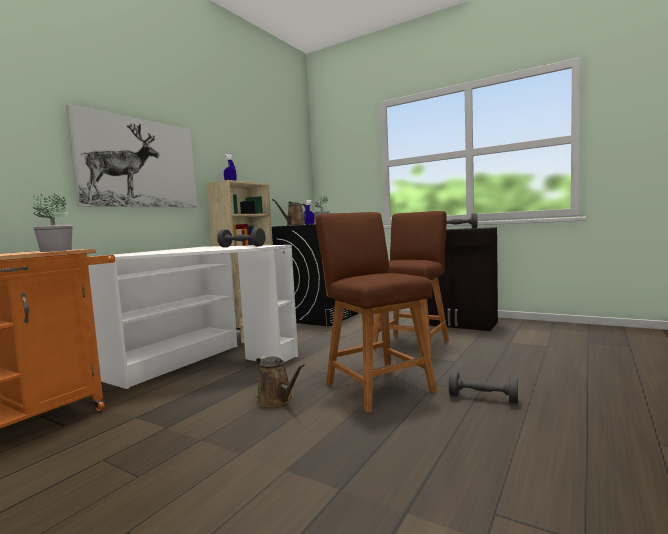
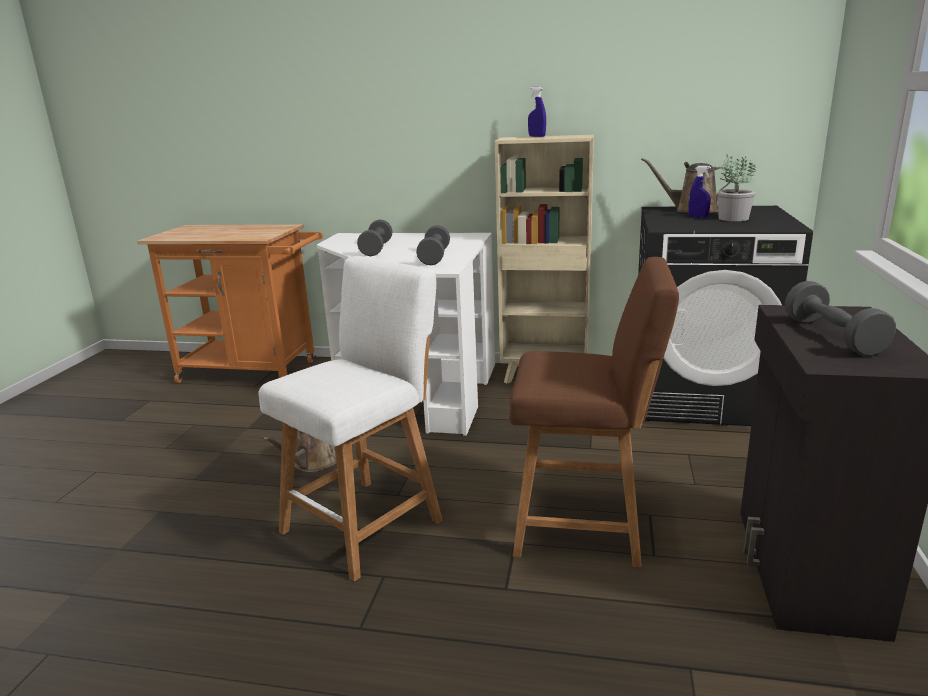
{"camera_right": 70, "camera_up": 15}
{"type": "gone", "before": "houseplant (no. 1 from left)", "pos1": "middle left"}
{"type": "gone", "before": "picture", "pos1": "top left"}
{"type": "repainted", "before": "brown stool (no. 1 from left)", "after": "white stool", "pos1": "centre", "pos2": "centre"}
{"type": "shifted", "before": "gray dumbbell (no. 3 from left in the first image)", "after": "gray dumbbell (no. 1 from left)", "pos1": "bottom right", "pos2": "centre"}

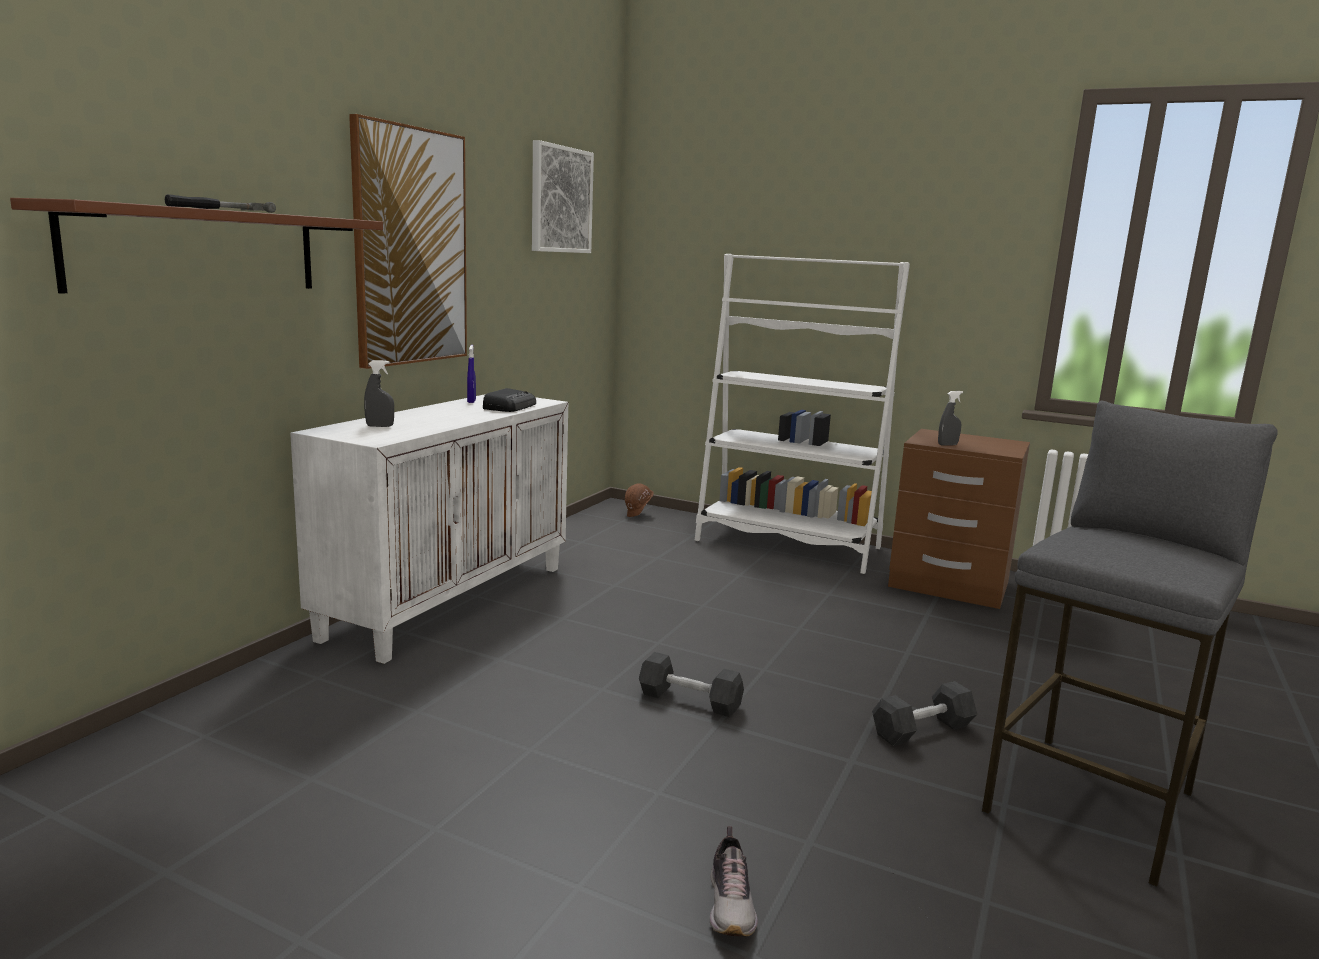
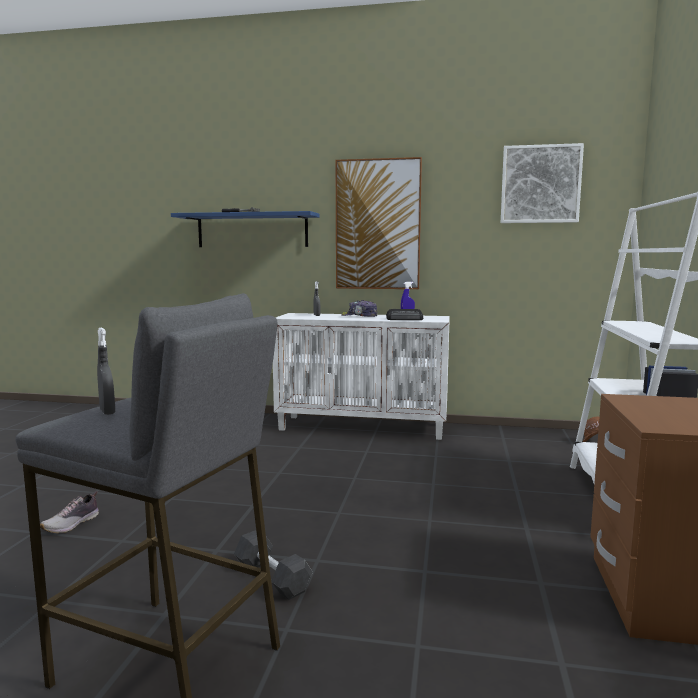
{"camera_right": 75, "camera_up": -5}
{"type": "repainted", "before": "brown shelf", "after": "bluish shelf", "pos1": "top left", "pos2": "top centre"}
{"type": "gone", "before": "blackish dumbbell (no. 1 from left)", "pos1": "bottom centre"}
{"type": "rotated", "before": "item of footwear", "pos1": "bottom centre", "pos2": "bottom left", "turn": -45}
{"type": "shifted", "before": "gray sprayer (no. 2 from left in the first image)", "after": "gray sprayer (no. 1 from left)", "pos1": "middle right", "pos2": "middle left"}
{"type": "new", "after": "cap", "pos2": "centre"}

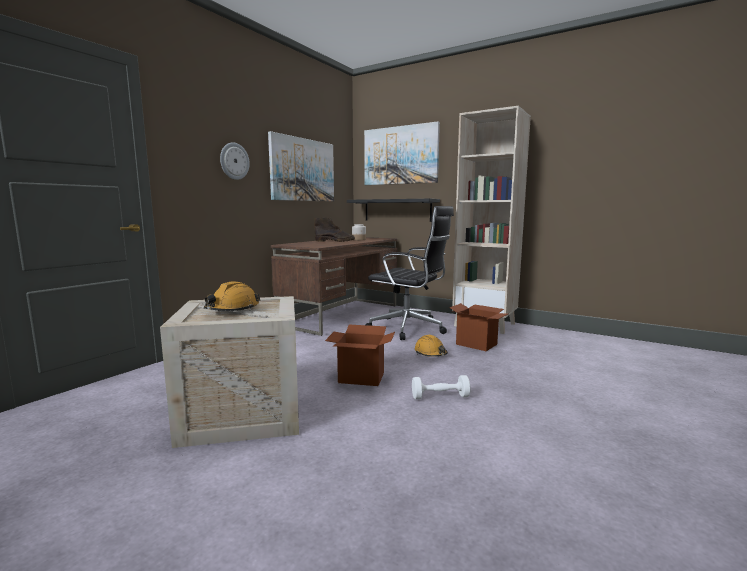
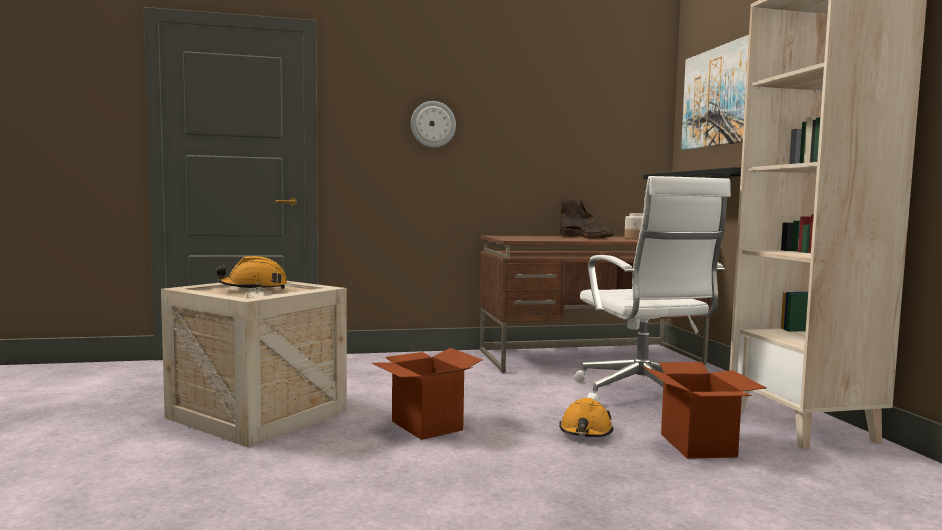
{"camera_right": 45, "camera_up": -5}
{"type": "gone", "before": "picture (no. 1 from left)", "pos1": "top centre"}
{"type": "repainted", "before": "blackish office chair", "after": "white office chair", "pos1": "centre", "pos2": "middle right"}
{"type": "gone", "before": "white dumbbell", "pos1": "bottom centre"}

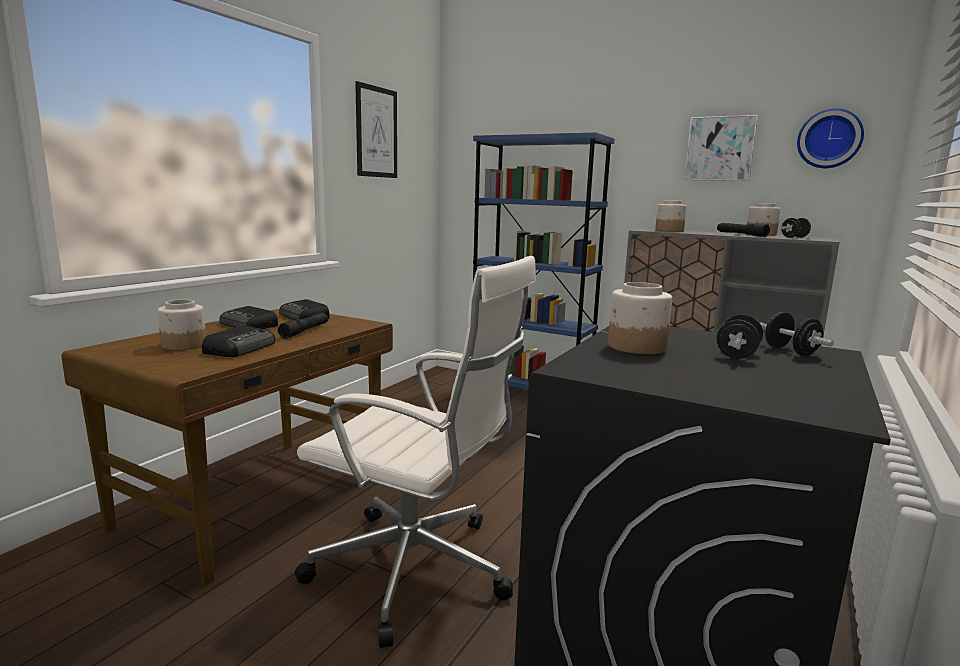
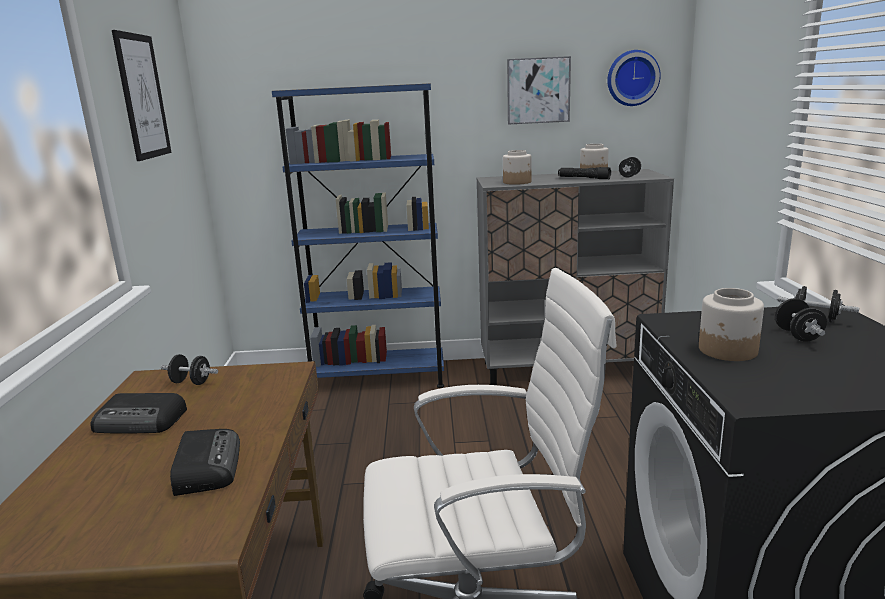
{"camera_right": -30, "camera_up": 5}
{"type": "gone", "before": "jar (no. 1 from left)", "pos1": "middle left"}
{"type": "gone", "before": "blackish hand torch (no. 1 from left)", "pos1": "middle left"}
{"type": "swapped", "before": "radio receiver (no. 3 from left)", "after": "blackish dumbbell (no. 1 from left)", "pos1": "middle left", "pos2": "middle left"}

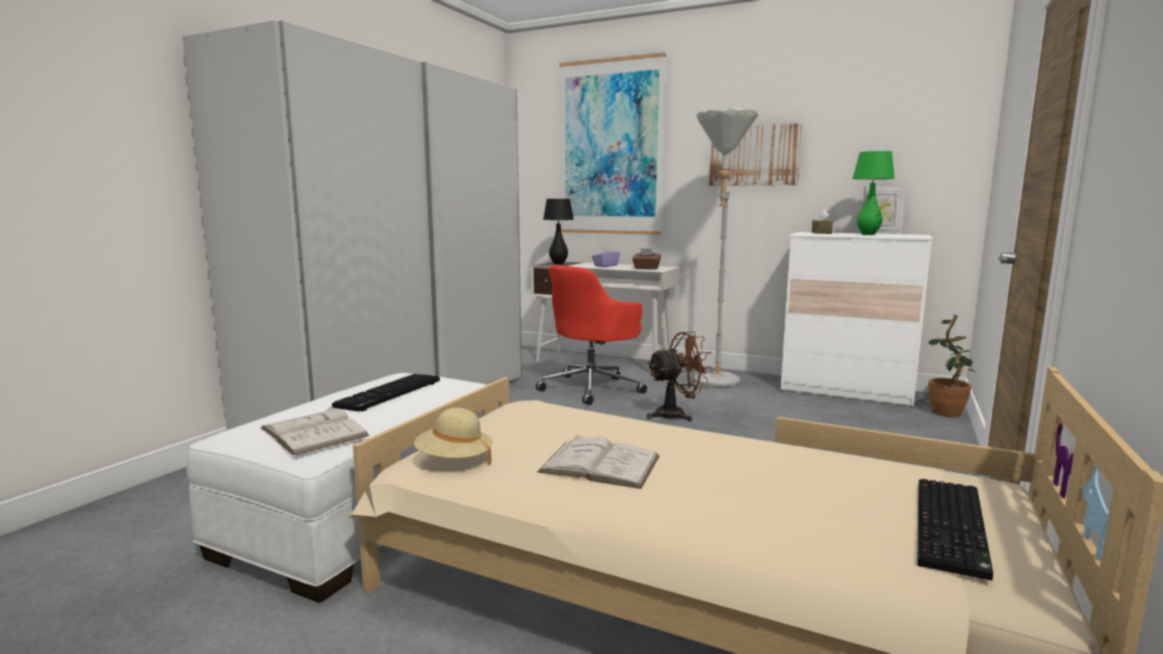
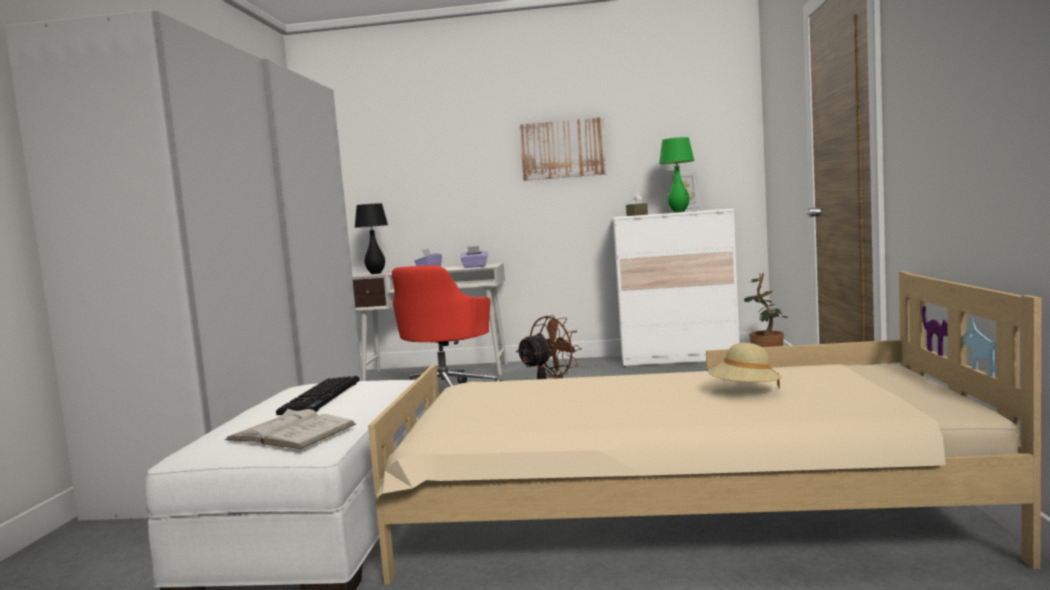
{"camera_right": -20, "camera_up": -5}
{"type": "shifted", "before": "beige hat", "pos1": "bottom centre", "pos2": "middle right"}
{"type": "gone", "before": "white volume (no. 2 from left)", "pos1": "bottom centre"}
{"type": "gone", "before": "picture (no. 1 from left)", "pos1": "top centre"}
{"type": "repainted", "before": "brown tissue box (no. 1 from left)", "after": "purplish tissue box (no. 2 from left)", "pos1": "centre", "pos2": "centre"}
{"type": "gone", "before": "gray floor lamp", "pos1": "centre"}
{"type": "gone", "before": "PC keyboard (no. 2 from left)", "pos1": "bottom right"}

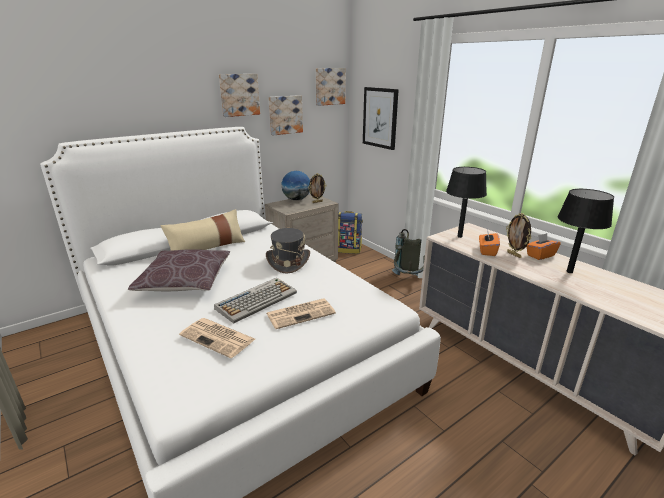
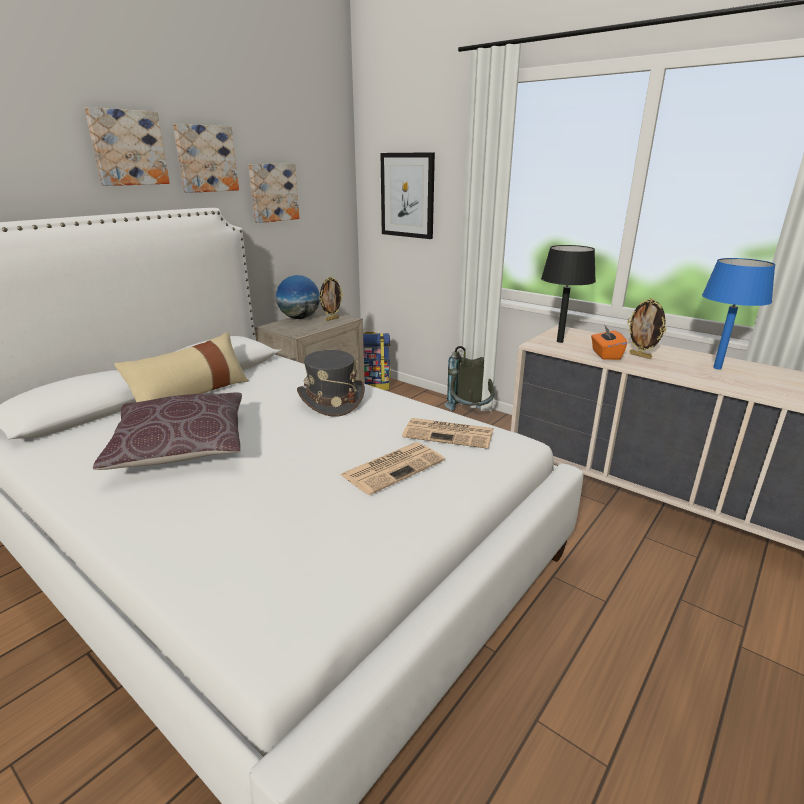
{"camera_right": -15, "camera_up": 0}
{"type": "shifted", "before": "printed paper (no. 1 from left in the first image)", "after": "printed paper (no. 2 from left)", "pos1": "bottom left", "pos2": "centre"}
{"type": "gone", "before": "PC keyboard", "pos1": "centre"}
{"type": "shifted", "before": "picture (no. 3 from left in the first image)", "after": "picture (no. 1 from left)", "pos1": "top centre", "pos2": "top left"}
{"type": "gone", "before": "orange-coloured tissue box (no. 2 from left)", "pos1": "middle right"}
{"type": "repainted", "before": "blackish table lamp (no. 2 from left)", "after": "bluish table lamp", "pos1": "middle right", "pos2": "middle right"}

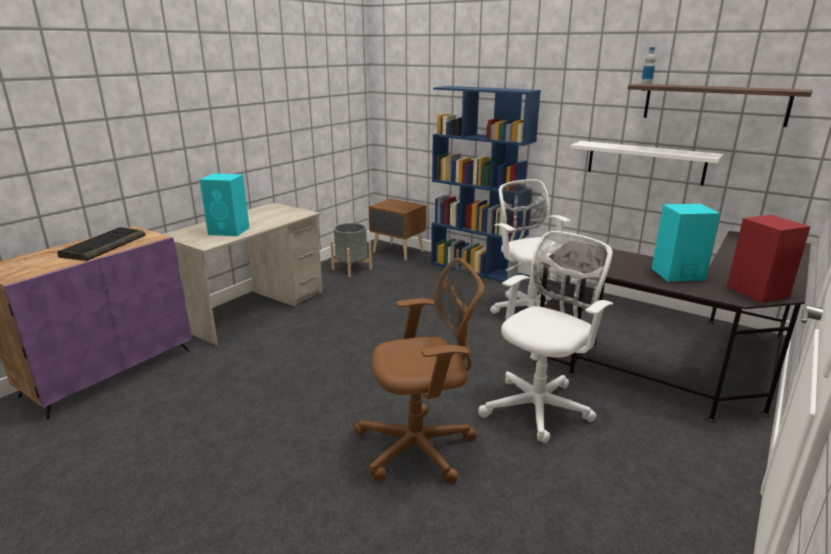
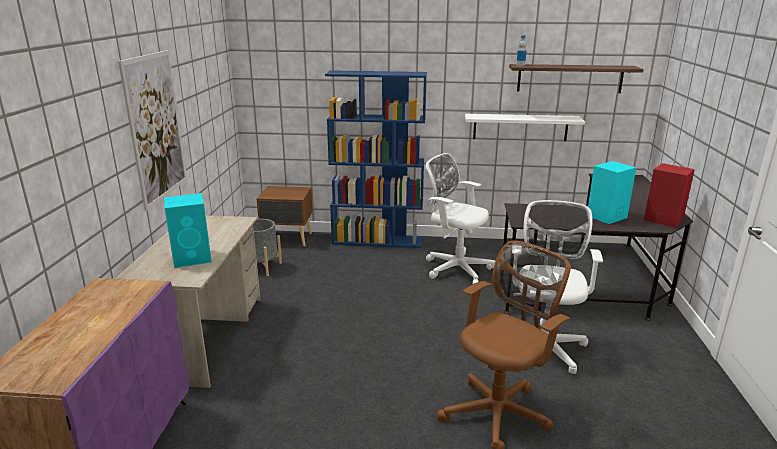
{"camera_right": -30, "camera_up": 0}
{"type": "gone", "before": "PC keyboard", "pos1": "middle left"}
{"type": "new", "after": "picture", "pos2": "top left"}

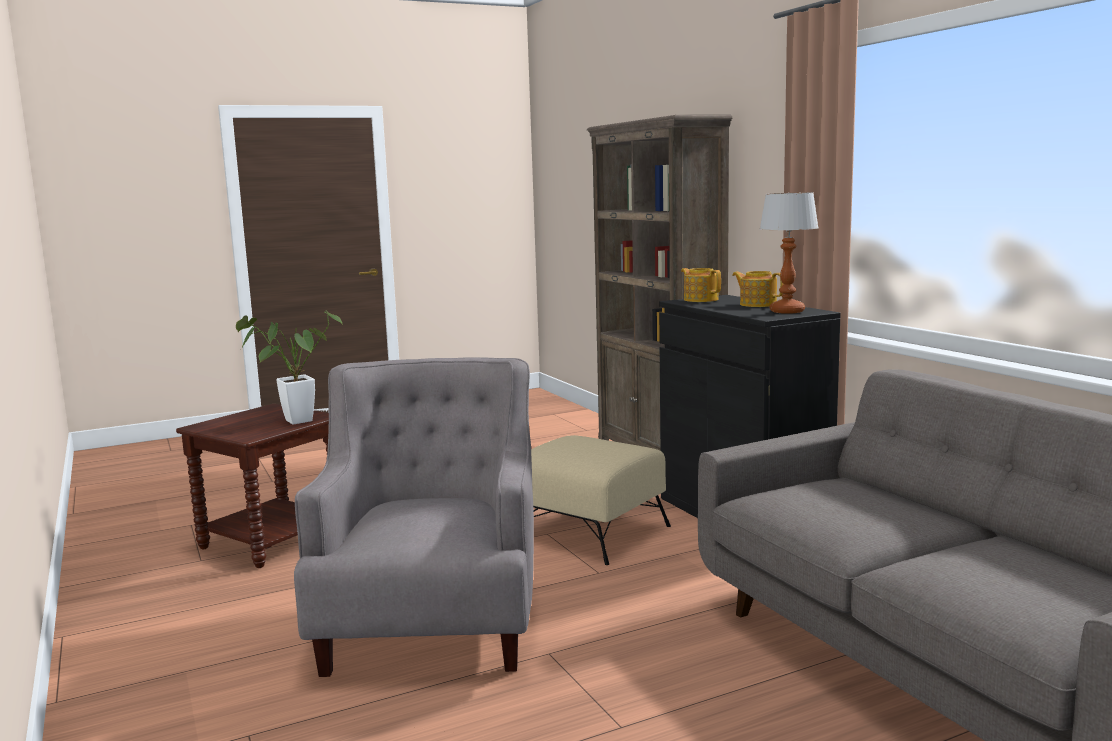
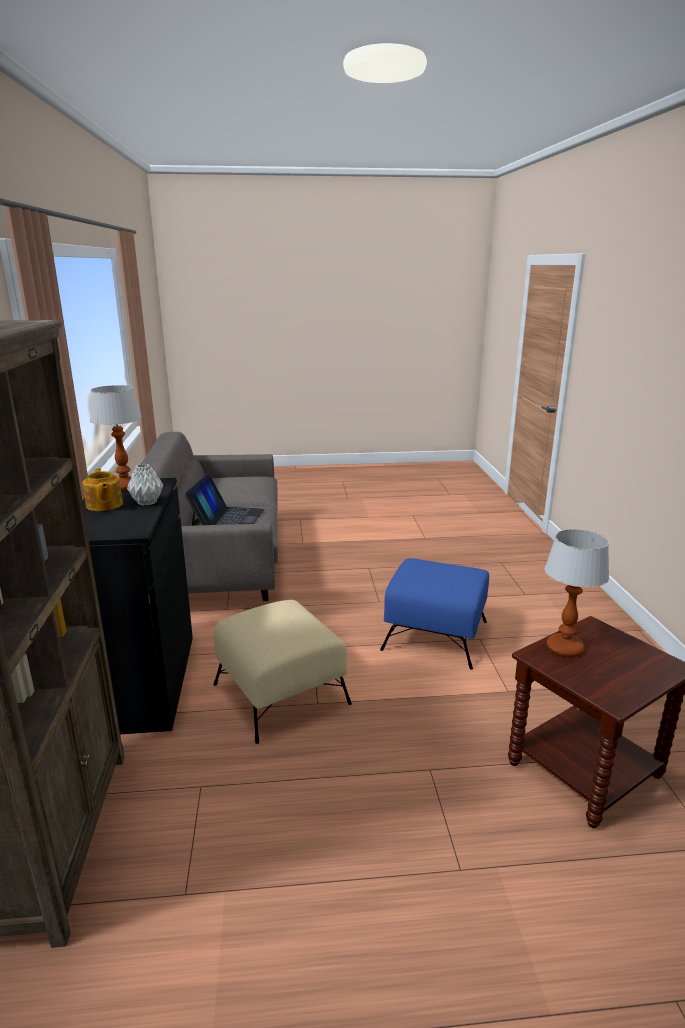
{"camera_right": -160, "camera_up": 10}
{"type": "swapped", "before": "houseplant", "after": "table lamp (no. 2 from left)", "pos1": "middle left", "pos2": "middle right"}
{"type": "swapped", "before": "gray lounge chair", "after": "bluish pouffe", "pos1": "bottom centre", "pos2": "centre"}
{"type": "gone", "before": "pot for tea (no. 1 from left)", "pos1": "centre"}
{"type": "new", "after": "gray decorative vase", "pos2": "middle left"}
{"type": "new", "after": "notebook computer", "pos2": "middle left"}

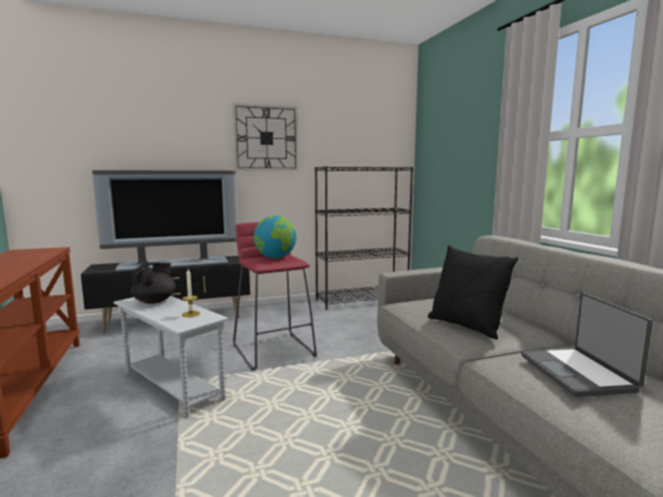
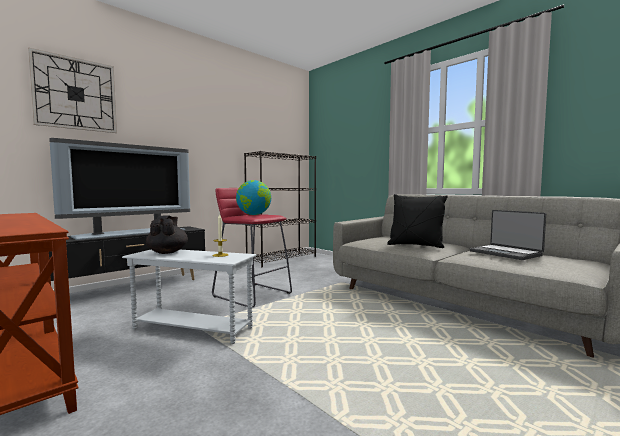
{"camera_right": -25, "camera_up": -5}
{"type": "shifted", "before": "hanging clock", "pos1": "top centre", "pos2": "top left"}

